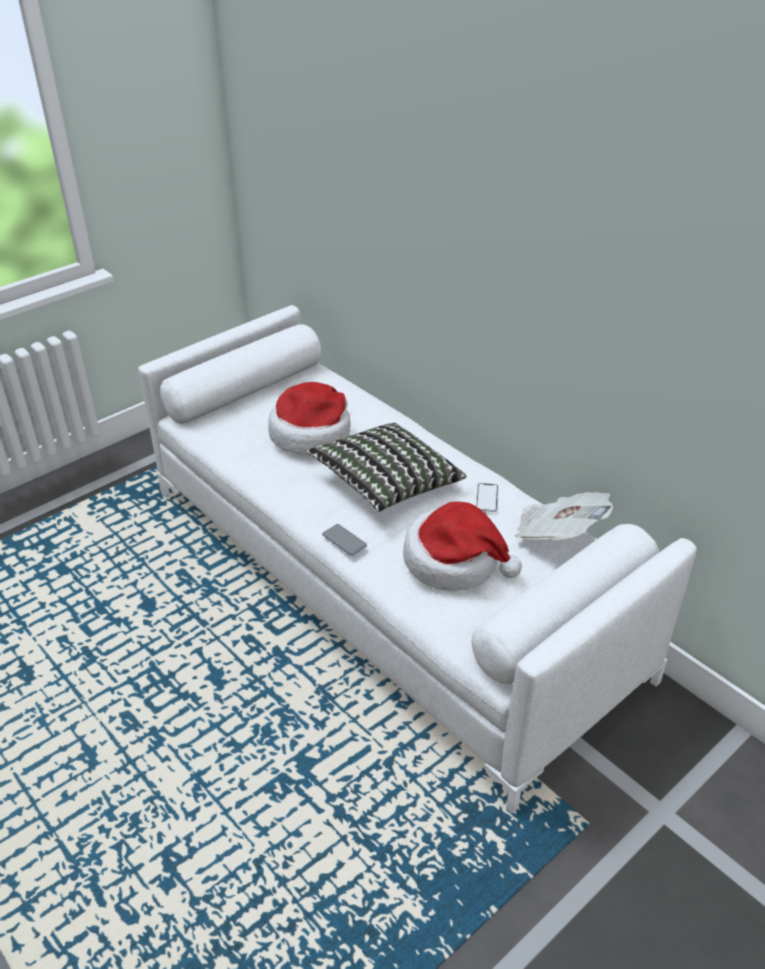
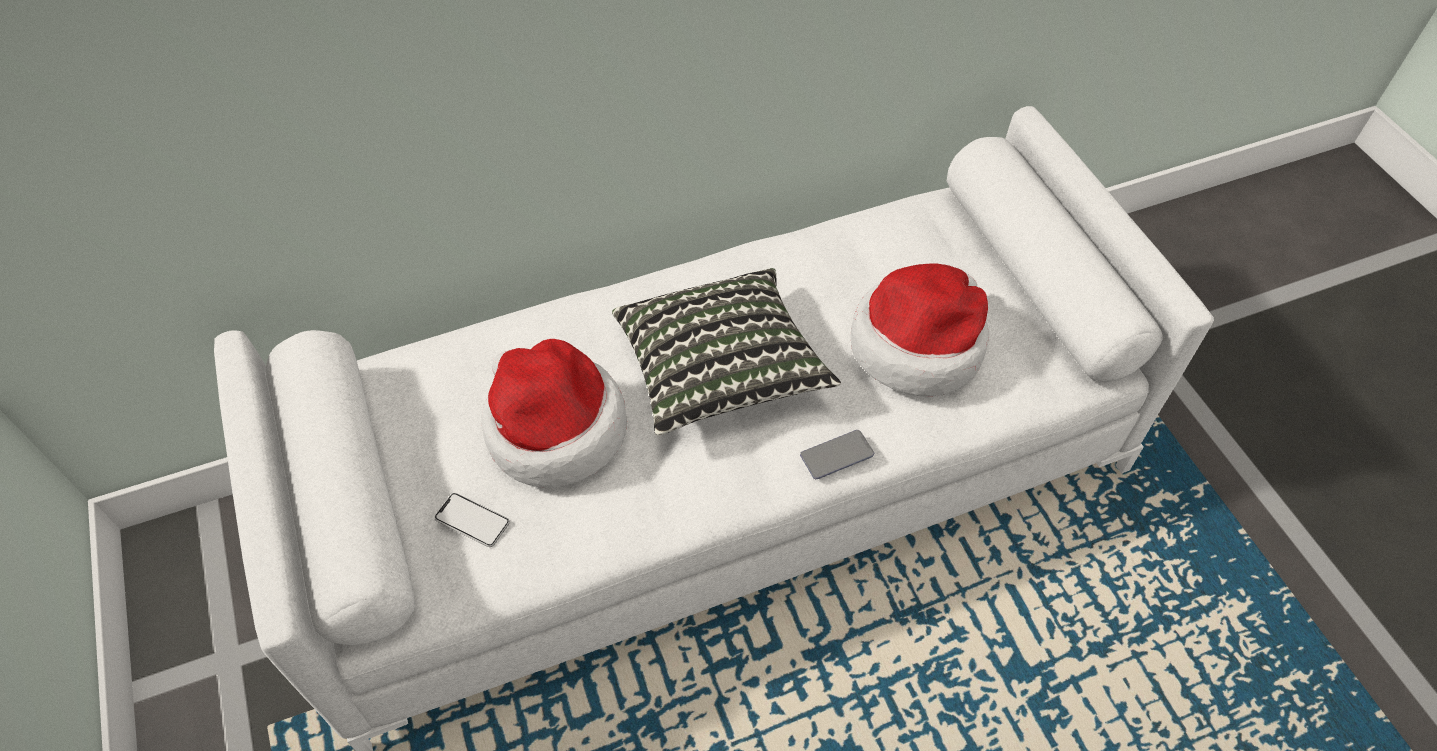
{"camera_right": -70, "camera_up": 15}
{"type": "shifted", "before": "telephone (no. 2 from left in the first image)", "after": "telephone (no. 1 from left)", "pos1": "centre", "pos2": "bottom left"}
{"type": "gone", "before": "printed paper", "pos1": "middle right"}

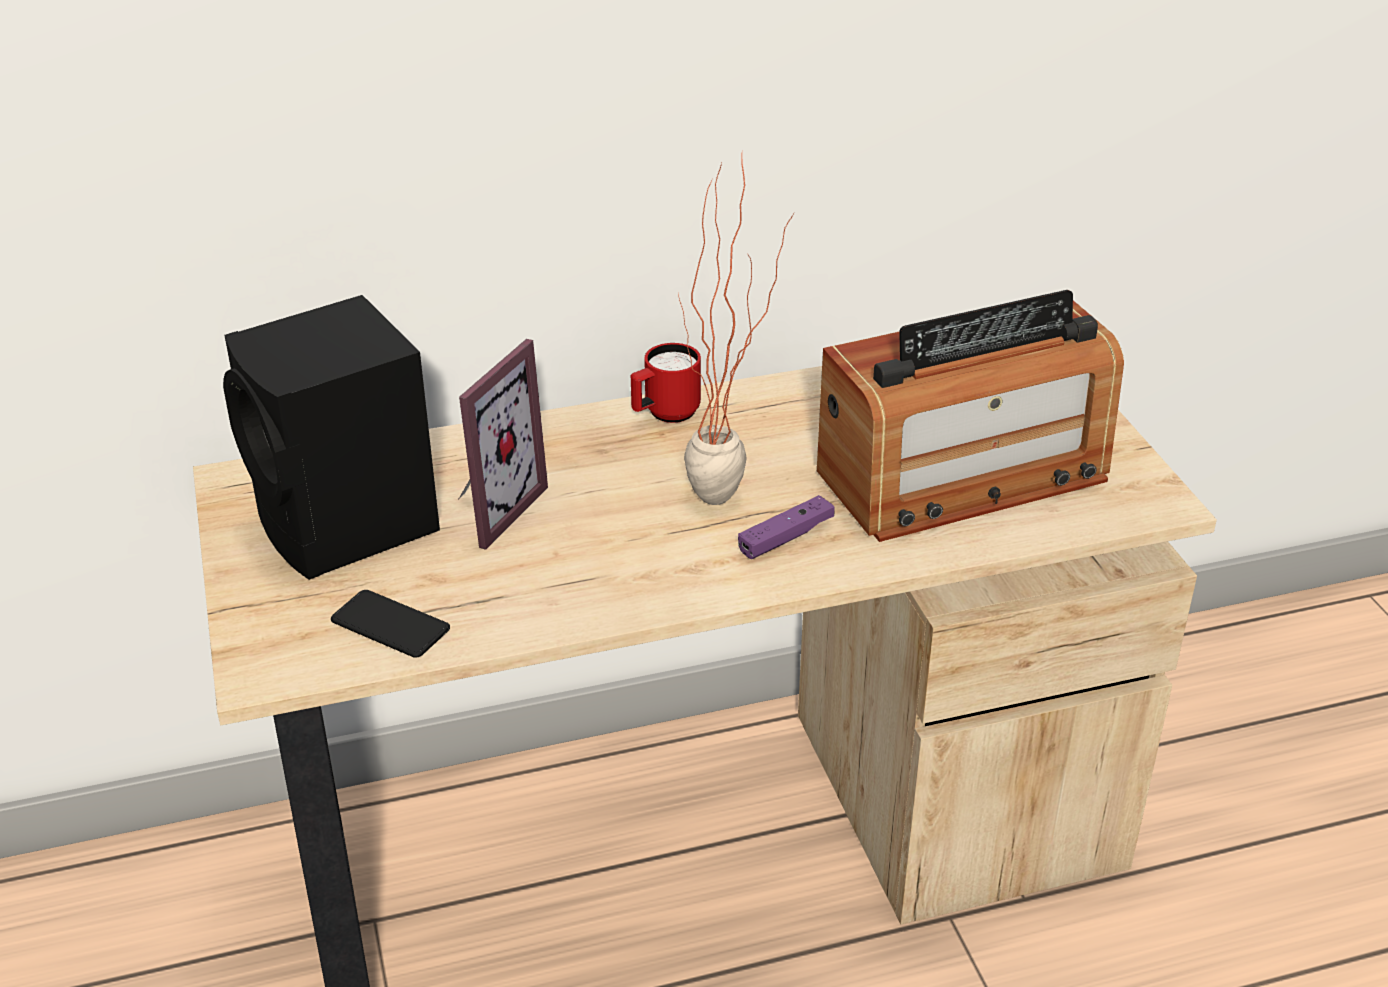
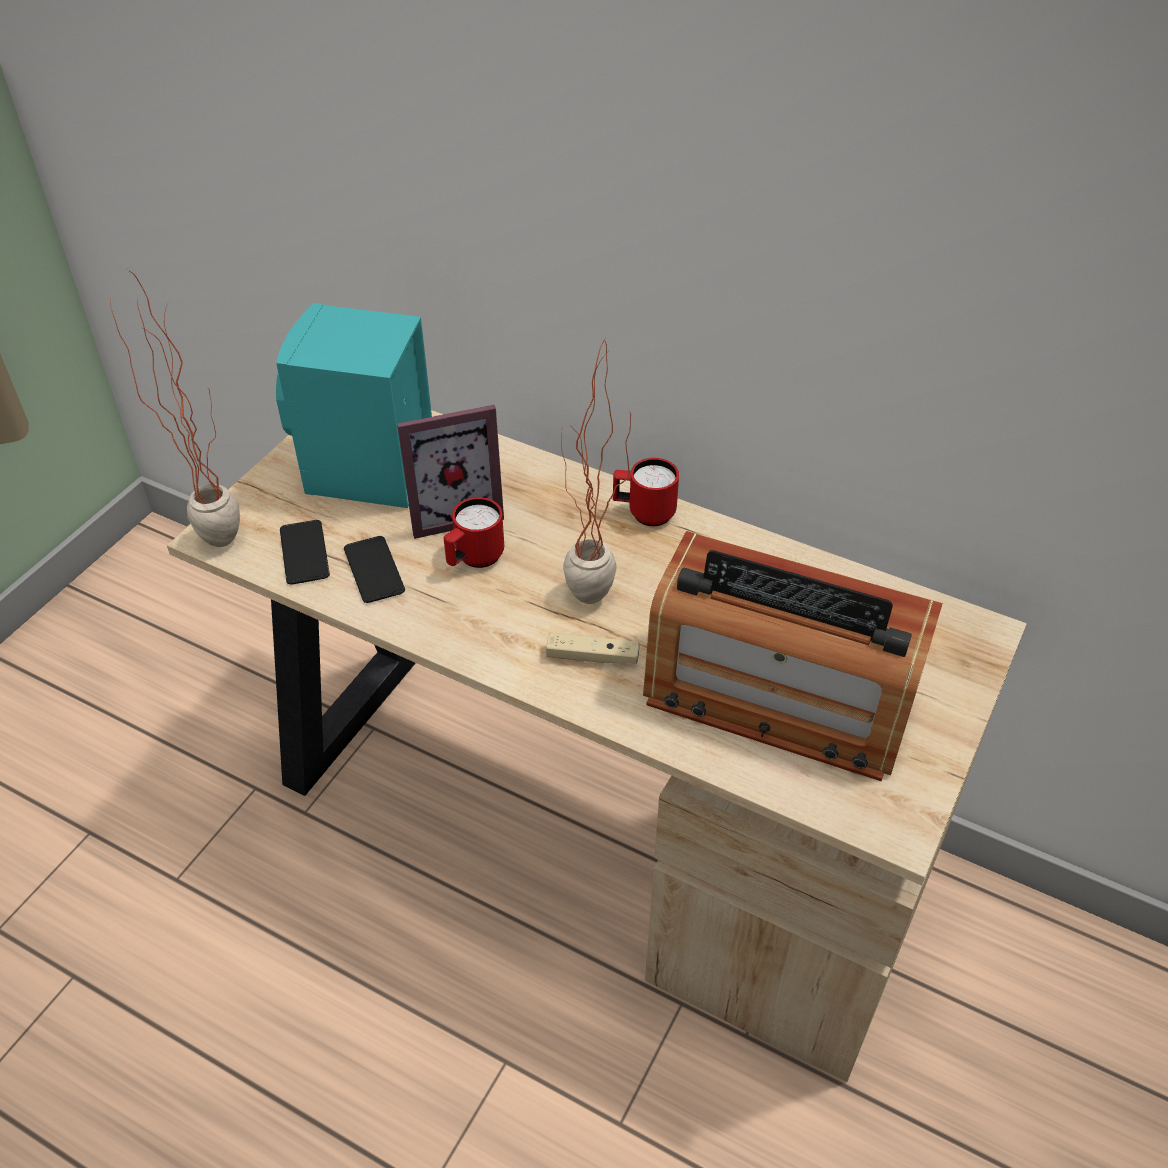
{"camera_right": 45, "camera_up": 10}
{"type": "repainted", "before": "blackish audio speaker", "after": "blue-green audio speaker", "pos1": "middle left", "pos2": "middle left"}
{"type": "repainted", "before": "purplish joypad", "after": "beige joypad", "pos1": "centre", "pos2": "centre"}
{"type": "new", "after": "houseplant (no. 1 from left)", "pos2": "middle left"}
{"type": "new", "after": "telephone (no. 2 from left)", "pos2": "middle left"}
{"type": "new", "after": "red-coloured mug (no. 1 from left)", "pos2": "centre"}

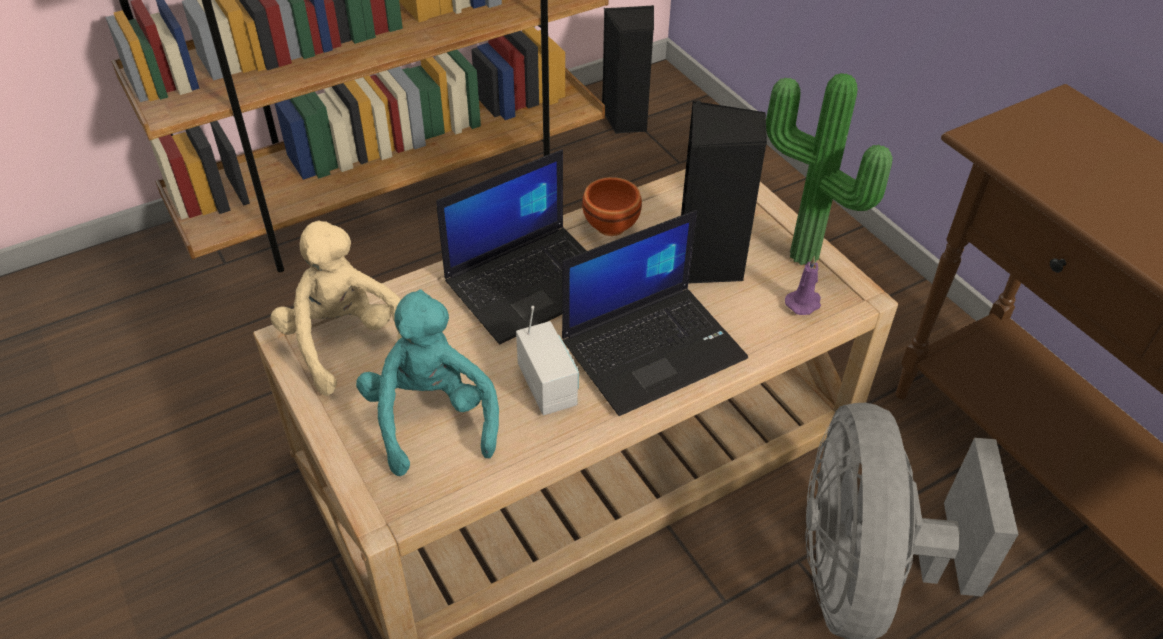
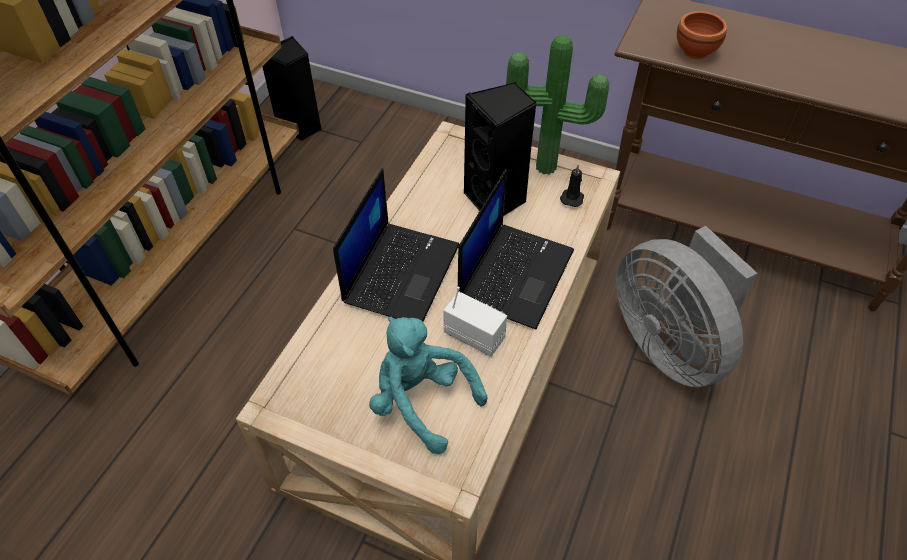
{"camera_right": -35, "camera_up": 5}
{"type": "gone", "before": "beige soft toy", "pos1": "middle left"}
{"type": "shifted", "before": "brown deep dish", "pos1": "top centre", "pos2": "top right"}
{"type": "repainted", "before": "purplish wax light", "after": "blackish wax light", "pos1": "middle right", "pos2": "top centre"}

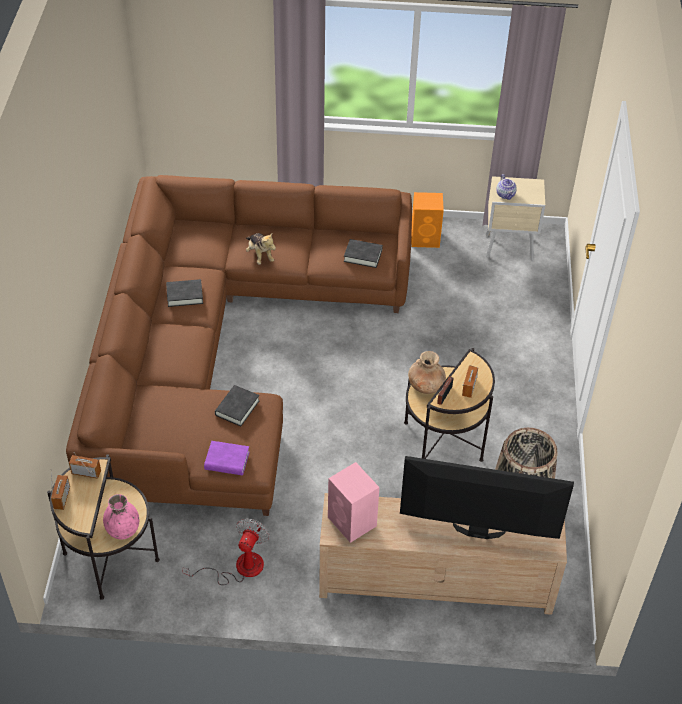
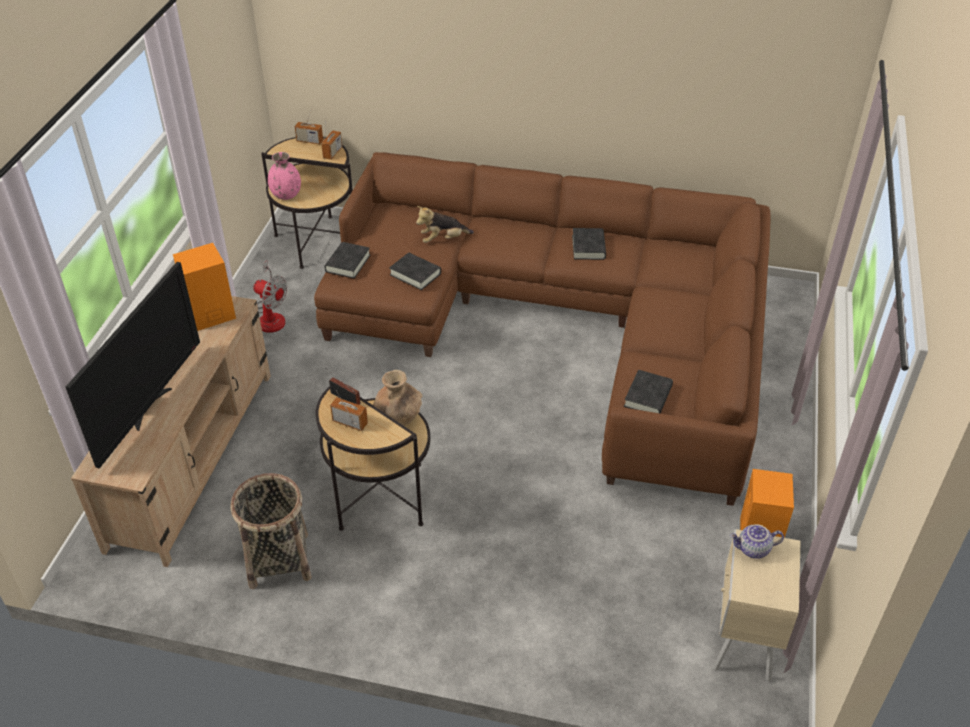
{"camera_right": 100, "camera_up": -5}
{"type": "repainted", "before": "purplish volume", "after": "blackish volume (no. 1 from left)", "pos1": "middle left", "pos2": "centre"}
{"type": "shifted", "before": "soft toy", "pos1": "centre", "pos2": "top centre"}
{"type": "repainted", "before": "pink-coloured audio speaker", "after": "orange-coloured audio speaker (no. 1 from left)", "pos1": "bottom centre", "pos2": "middle left"}

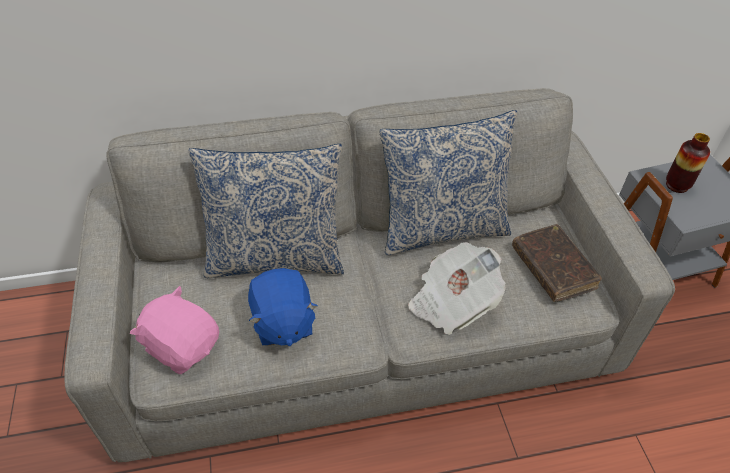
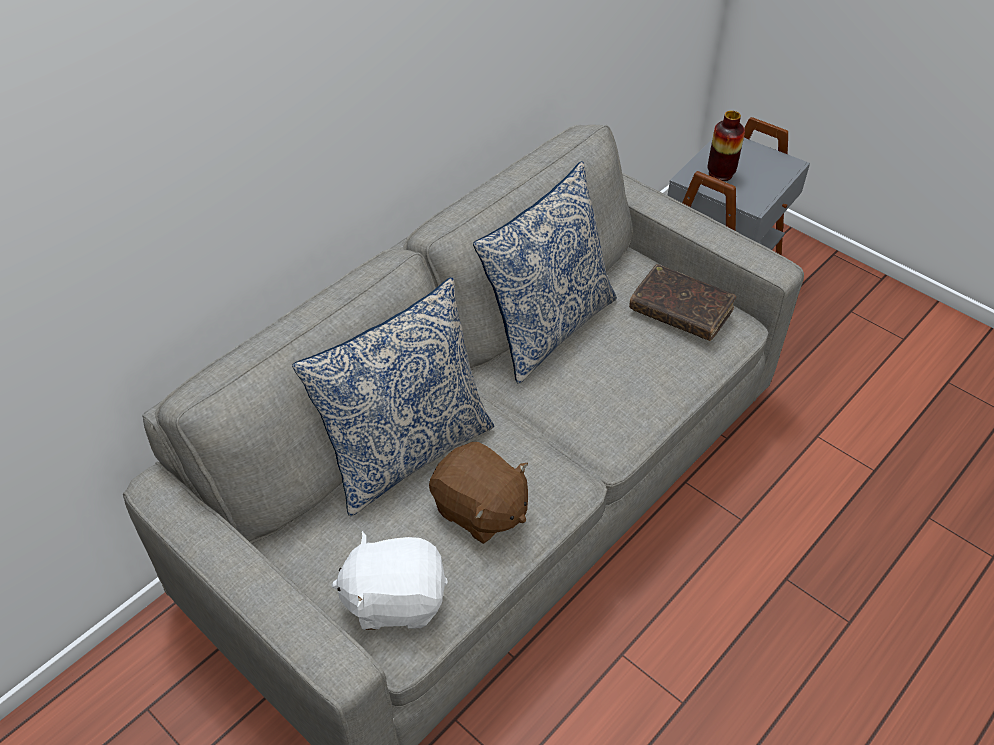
{"camera_right": -35, "camera_up": 0}
{"type": "repainted", "before": "pink-coloured soft toy", "after": "white soft toy", "pos1": "bottom left", "pos2": "bottom centre"}
{"type": "repainted", "before": "bluish soft toy", "after": "brown soft toy", "pos1": "centre", "pos2": "centre"}
{"type": "gone", "before": "printed paper", "pos1": "centre"}

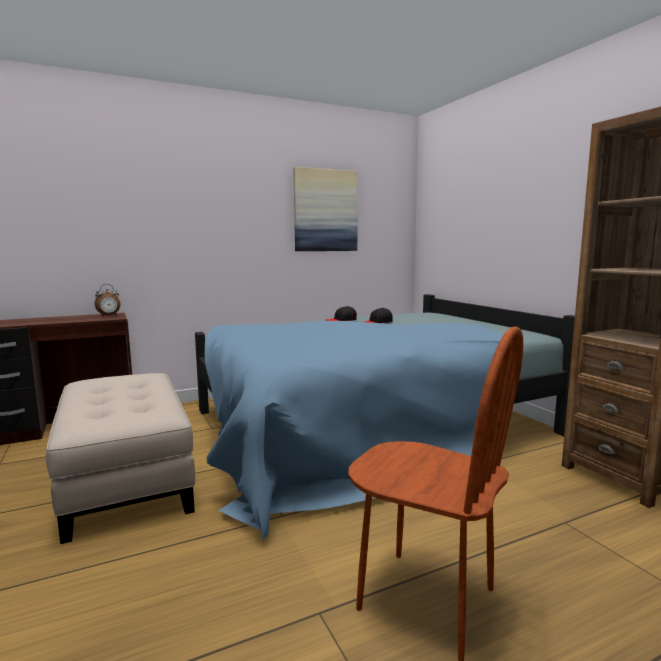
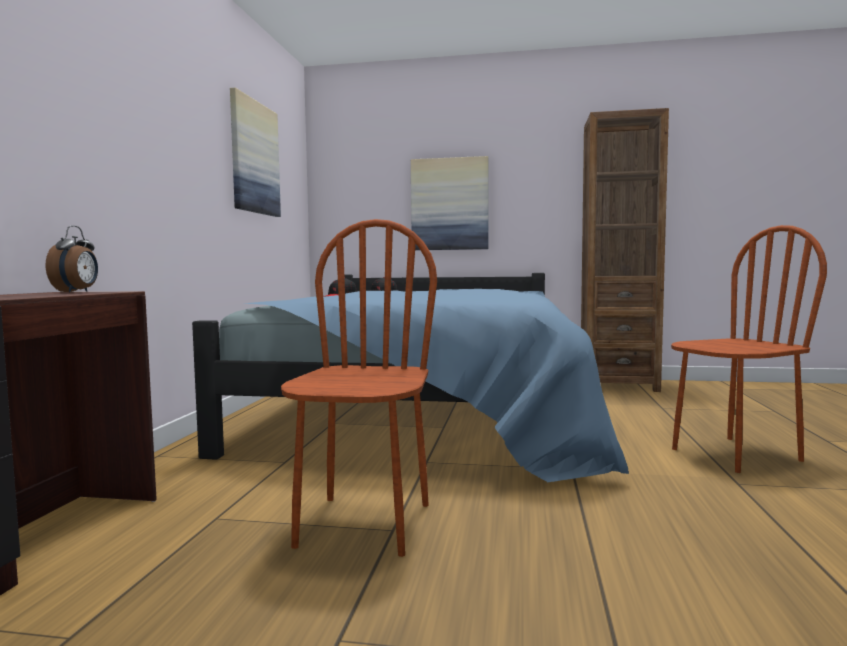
{"camera_right": -55, "camera_up": -5}
{"type": "swapped", "before": "beige pouffe", "after": "brown chair (no. 1 from left)", "pos1": "bottom left", "pos2": "centre"}
{"type": "new", "after": "picture (no. 2 from left)", "pos2": "top centre"}

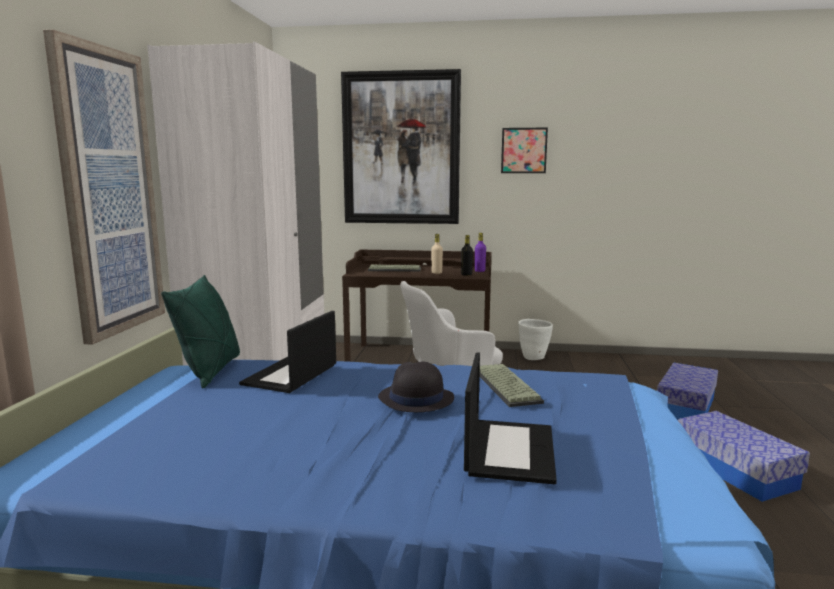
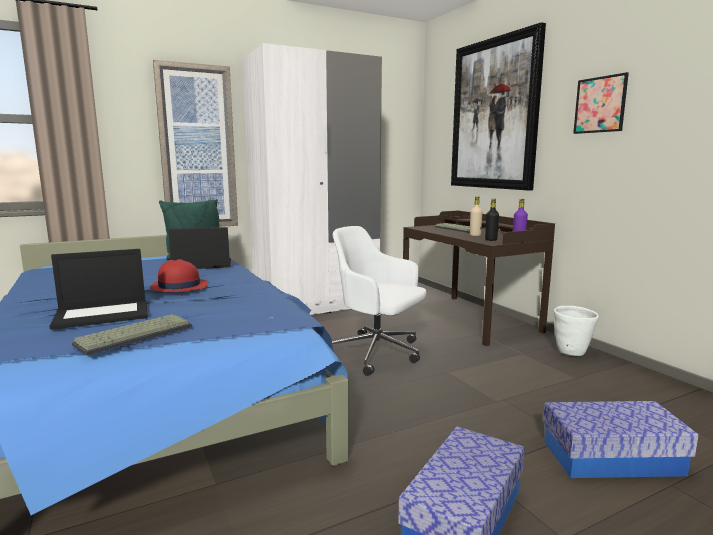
{"camera_right": 55, "camera_up": 0}
{"type": "repainted", "before": "blackish hat", "after": "red-coloured hat", "pos1": "centre", "pos2": "middle left"}
{"type": "shifted", "before": "PC keyboard (no. 2 from left in the first image)", "after": "PC keyboard (no. 1 from left)", "pos1": "centre", "pos2": "middle left"}

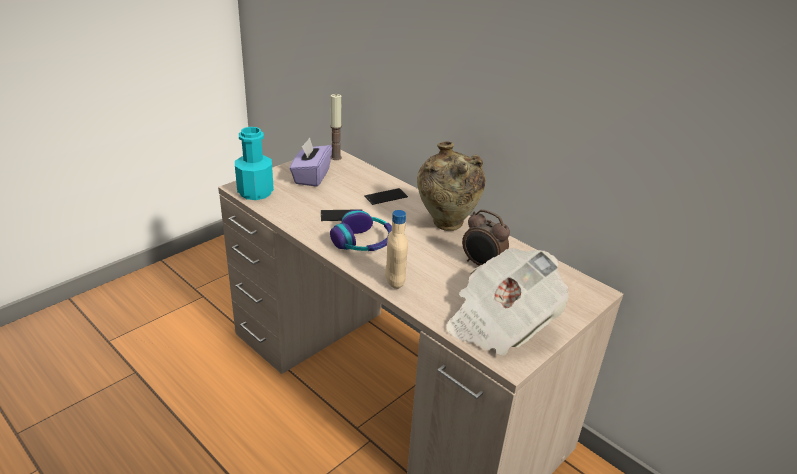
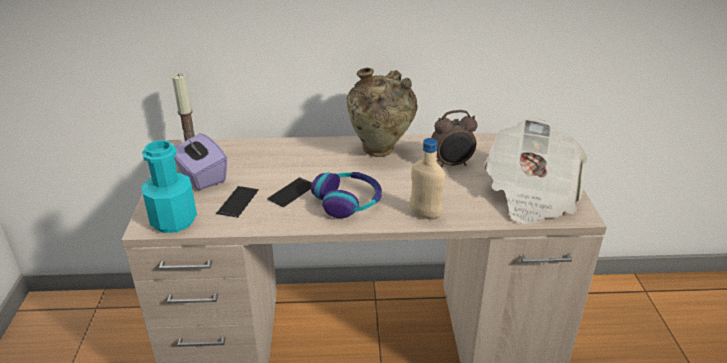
{"camera_right": -45, "camera_up": 0}
{"type": "shifted", "before": "telephone (no. 2 from left in the first image)", "after": "telephone (no. 1 from left)", "pos1": "centre", "pos2": "middle left"}

